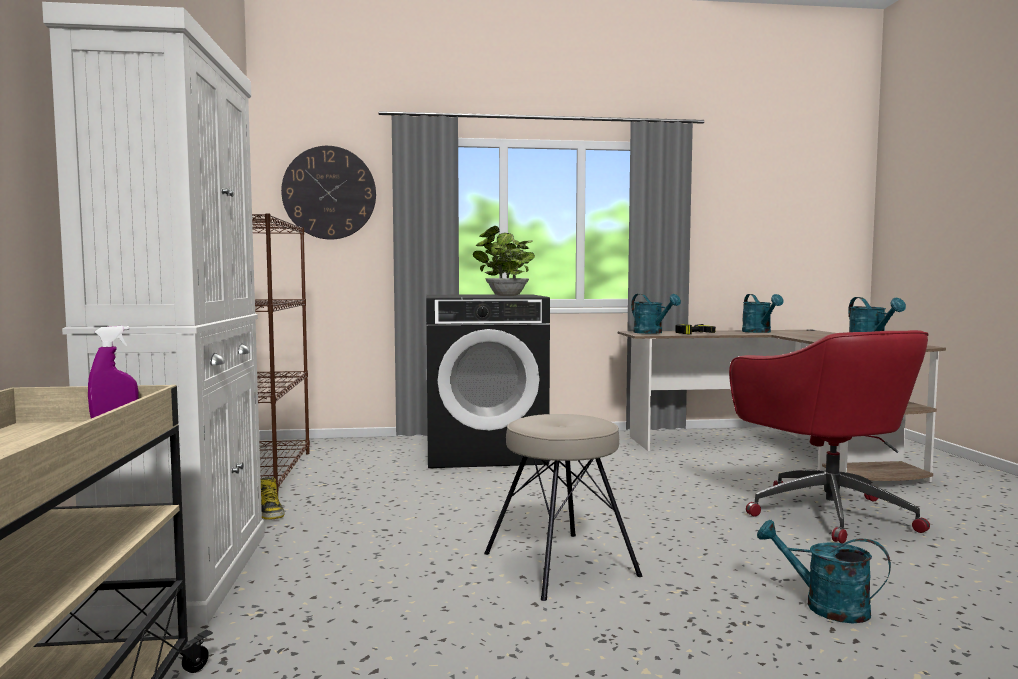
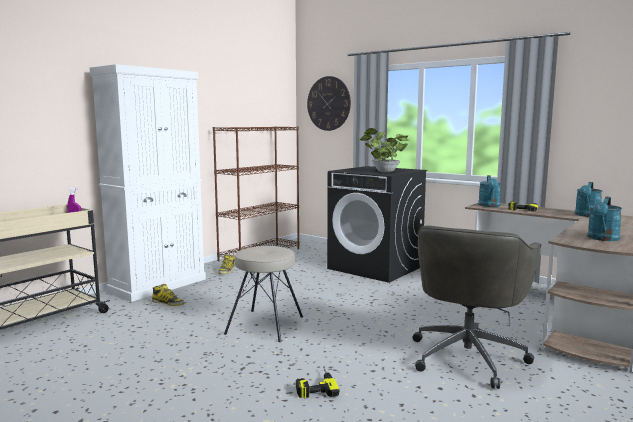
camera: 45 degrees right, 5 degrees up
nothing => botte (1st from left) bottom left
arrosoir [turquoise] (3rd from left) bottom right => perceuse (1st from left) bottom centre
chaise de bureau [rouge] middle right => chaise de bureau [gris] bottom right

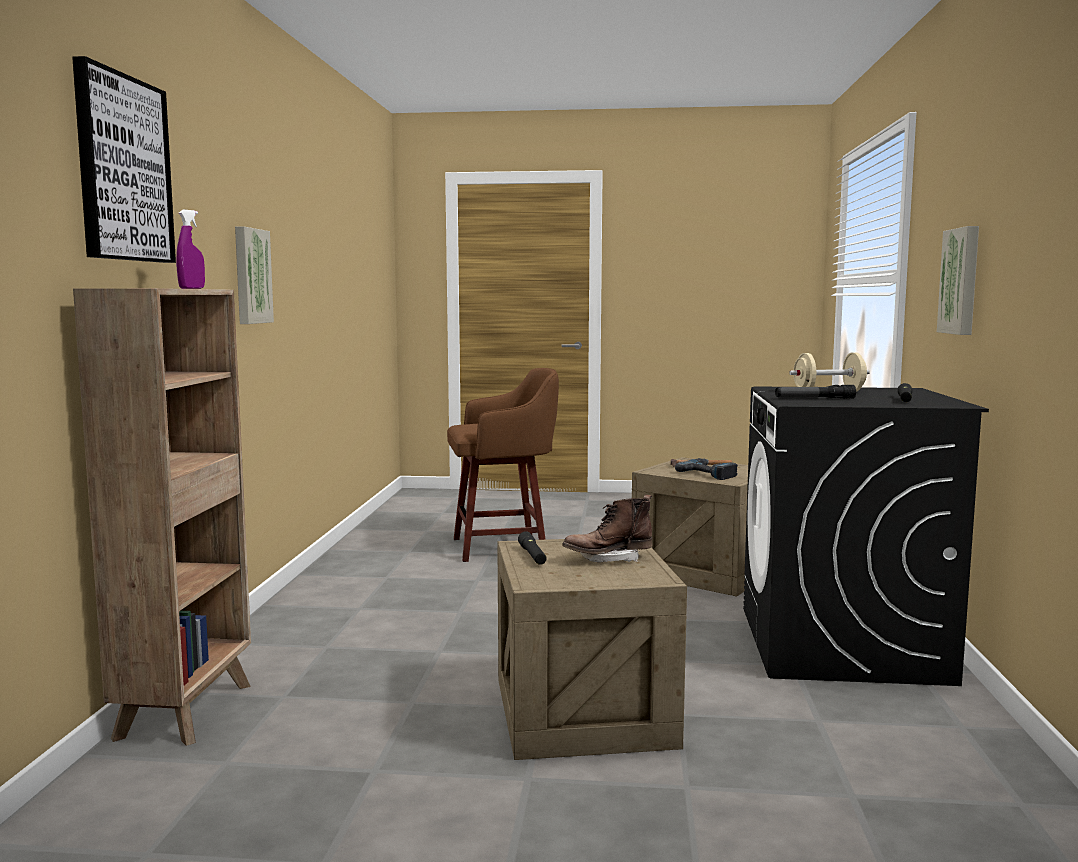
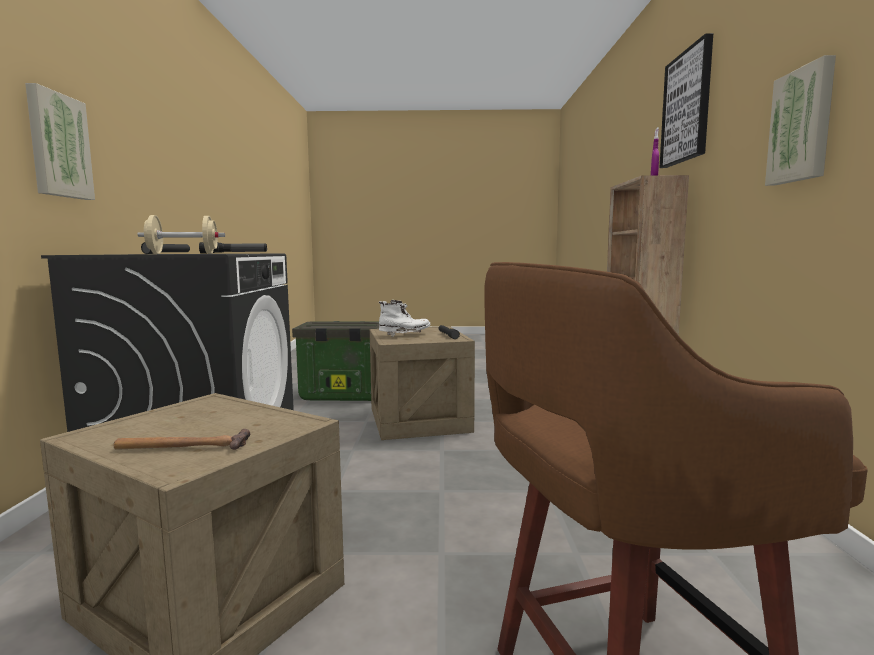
camera: 175 degrees right, 0 degrees up
nothing => boîte de rangement centre
botte [marron] centre => botte [blanc] centre
perceuse centre => nothing

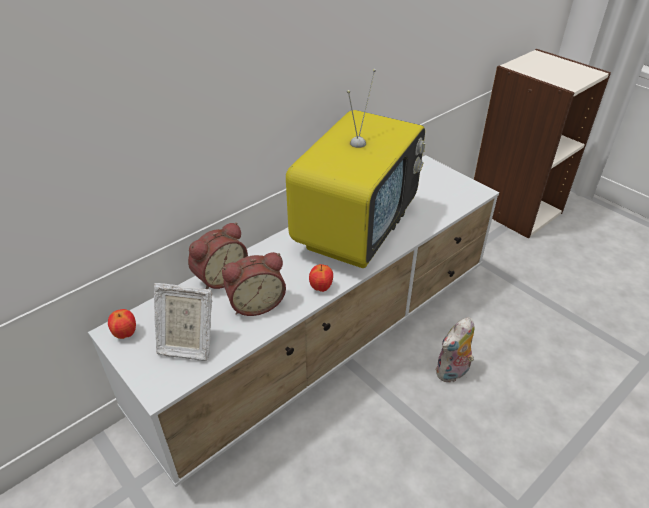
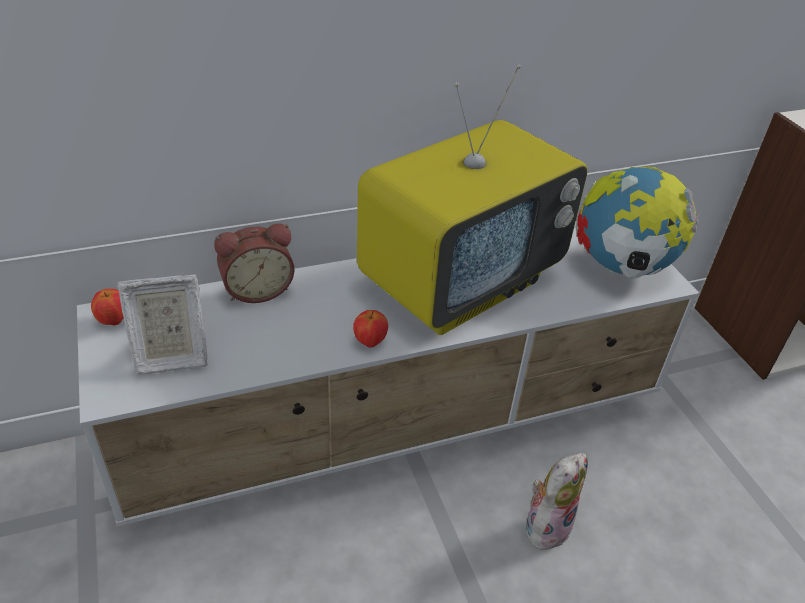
camera: 20 degrees right, 0 degrees up
cadre photo middle left, 45 degrees counterclockwise
peluche bottom right, 150 degrees clockwise
nothing => globe middle right
réveil (2nd from left) centre => nothing

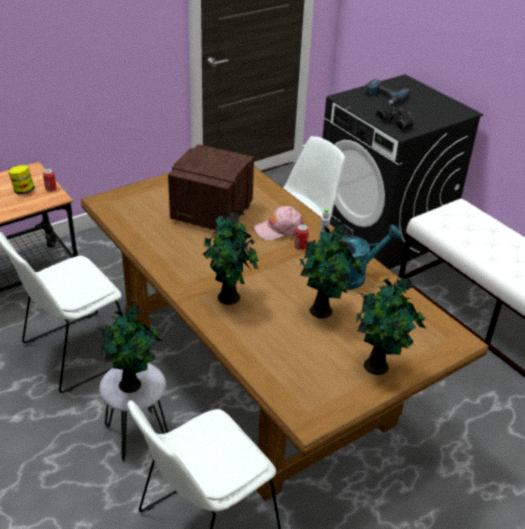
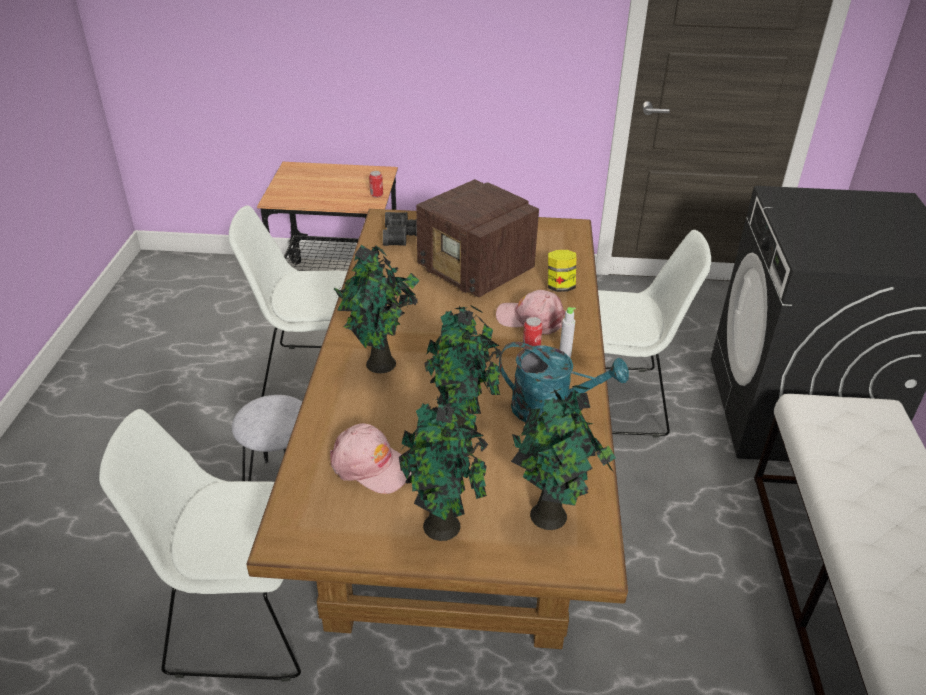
camera: 40 degrees right, 0 degrees up
nothing => casquette [rose] (1st from left) centre
jumelles [noir] top right => jumelles [noir] top centre, moved
radio centre, 105 degrees counterclockwise
plante en pot (1st from left in the first image) middle left => plante en pot (4th from left) centre, moved
bocal middle left => bocal centre, moved
perceuse top right => nothing

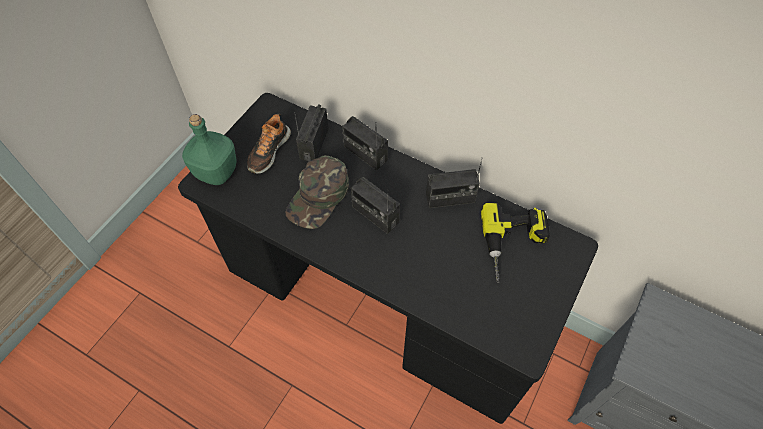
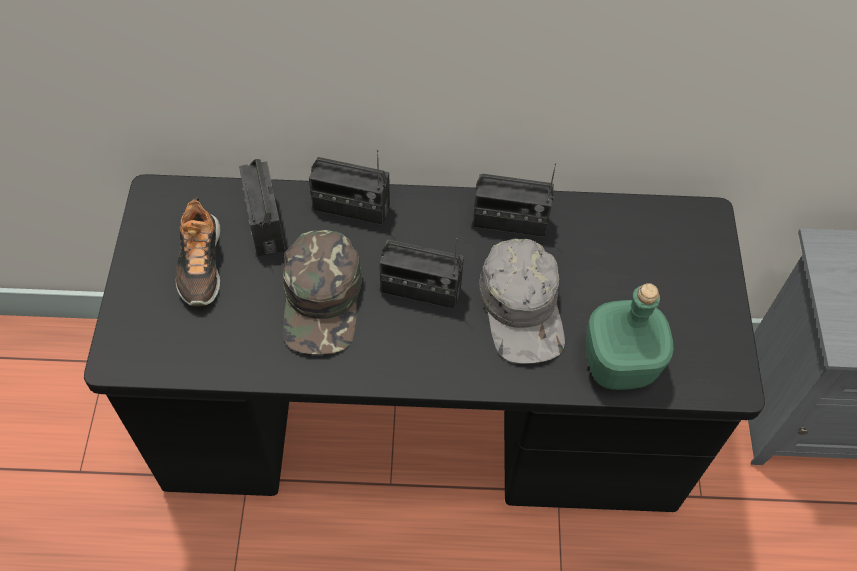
camera: 30 degrees left, 0 degrees up
radio (4th from left) centre, 45 degrees clockwise
nothing => casquette [gris] centre
bouteille [vert] middle left => bouteille [vert] middle right, moved
perceuse middle right => nothing

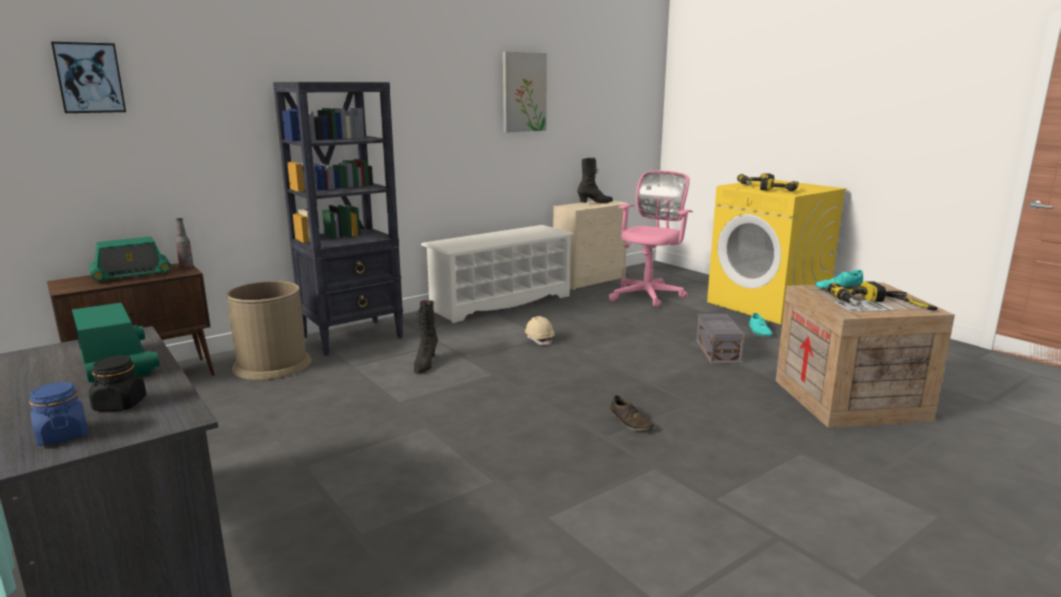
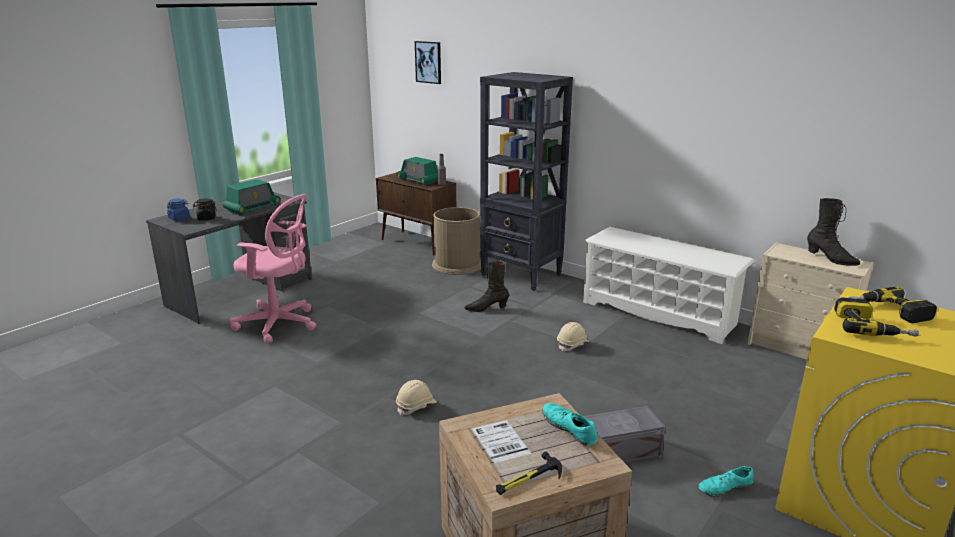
camera: 75 degrees right, 5 degrees up
chaise de bureau [rose] centre => chaise de bureau [rose] middle left, moved
chaussure [marron] bottom centre => casque de chantier [beige] (1st from left) bottom centre
tableau (2nd from left) top centre => nothing
perceuse (3rd from left) middle right => nothing

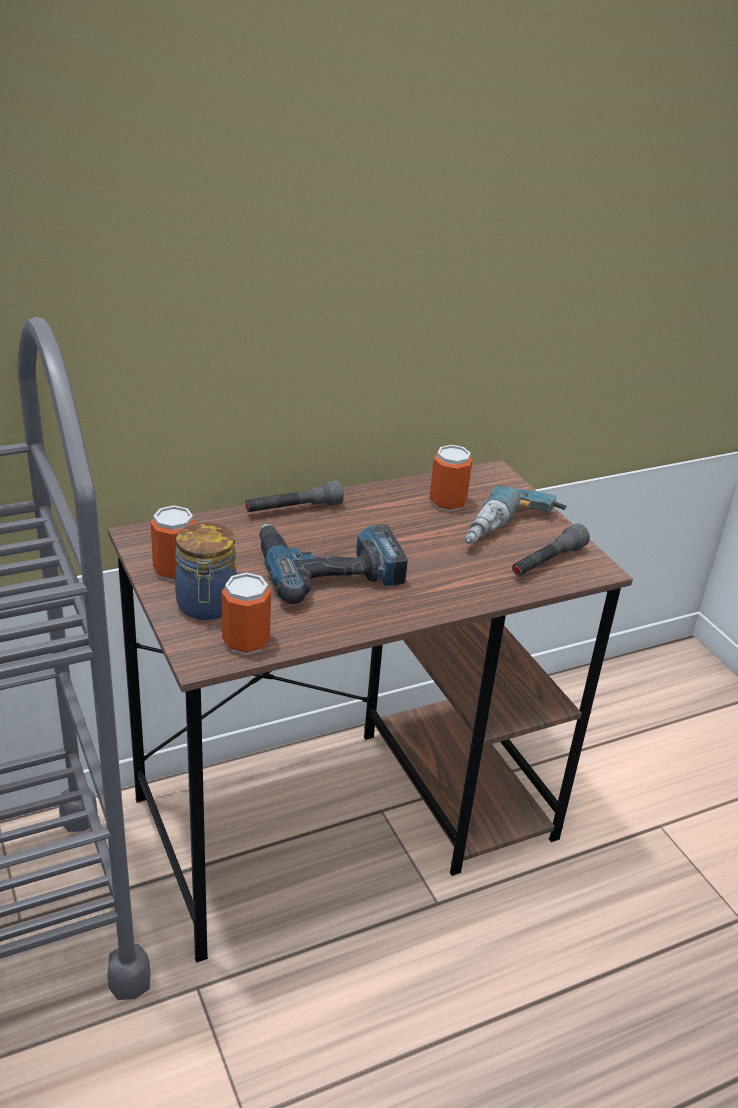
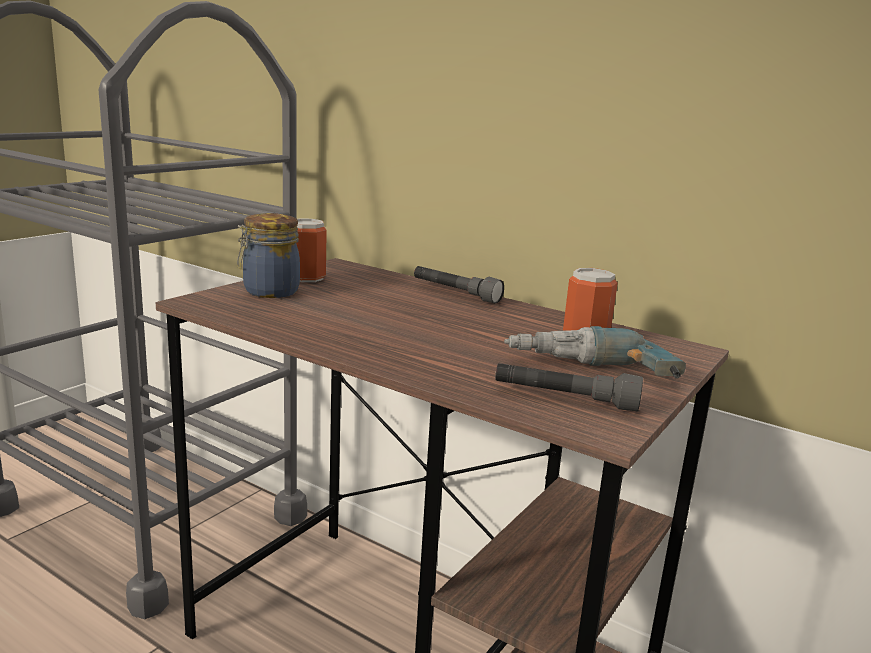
camera: 60 degrees right, 15 degrees down
boîte métallique (2nd from left) centre => nothing
perceuse (1st from left) centre => nothing

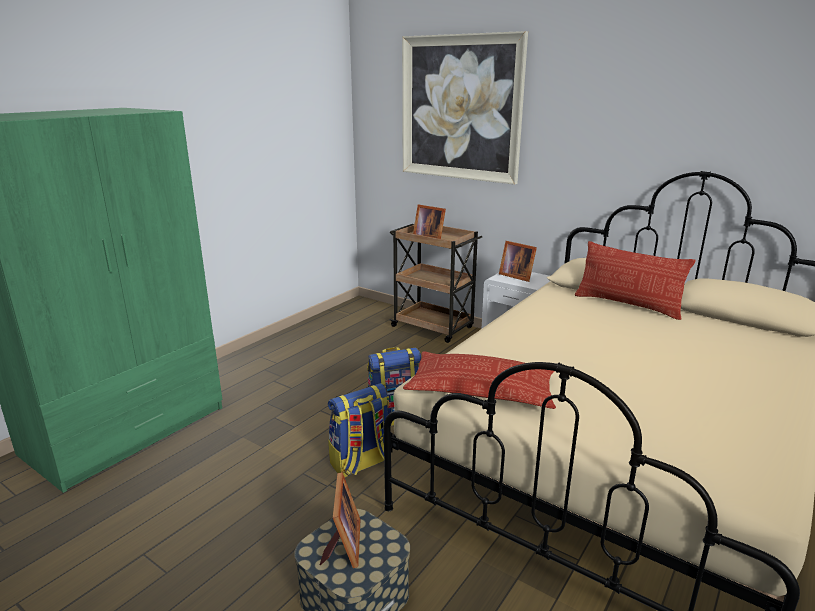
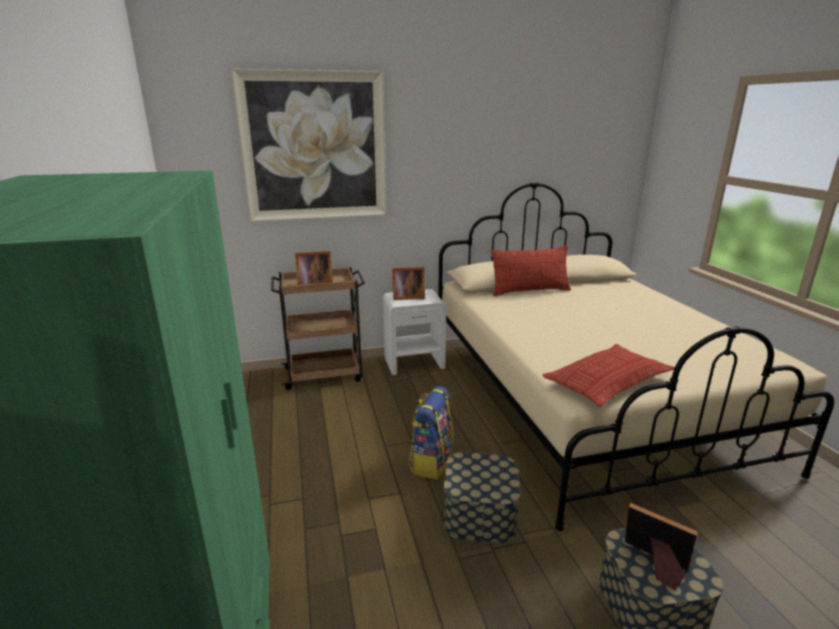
camera: 50 degrees left, 0 degrees up
sac à dos (1st from left) bottom centre => boîte de rangement (1st from left) bottom centre

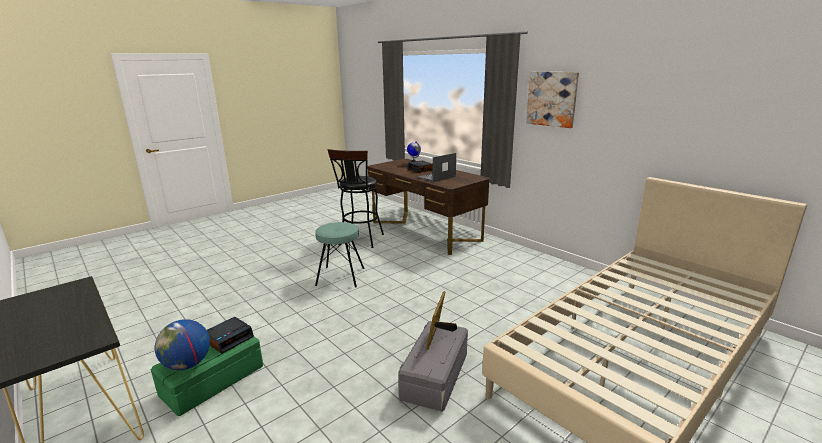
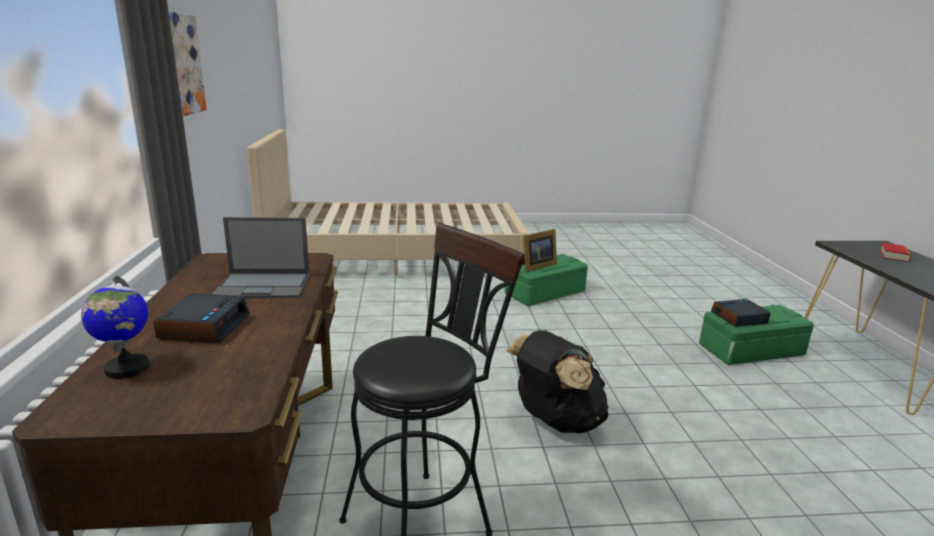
camera: 145 degrees left, 0 degrees up
boîte de rangement [gris] bottom centre => boîte de rangement [vert] (1st from left) centre
tabouret [turquoise] centre => sac à dos [noir] bottom centre
nothing => livre middle right
globe (1st from left) bottom left => nothing

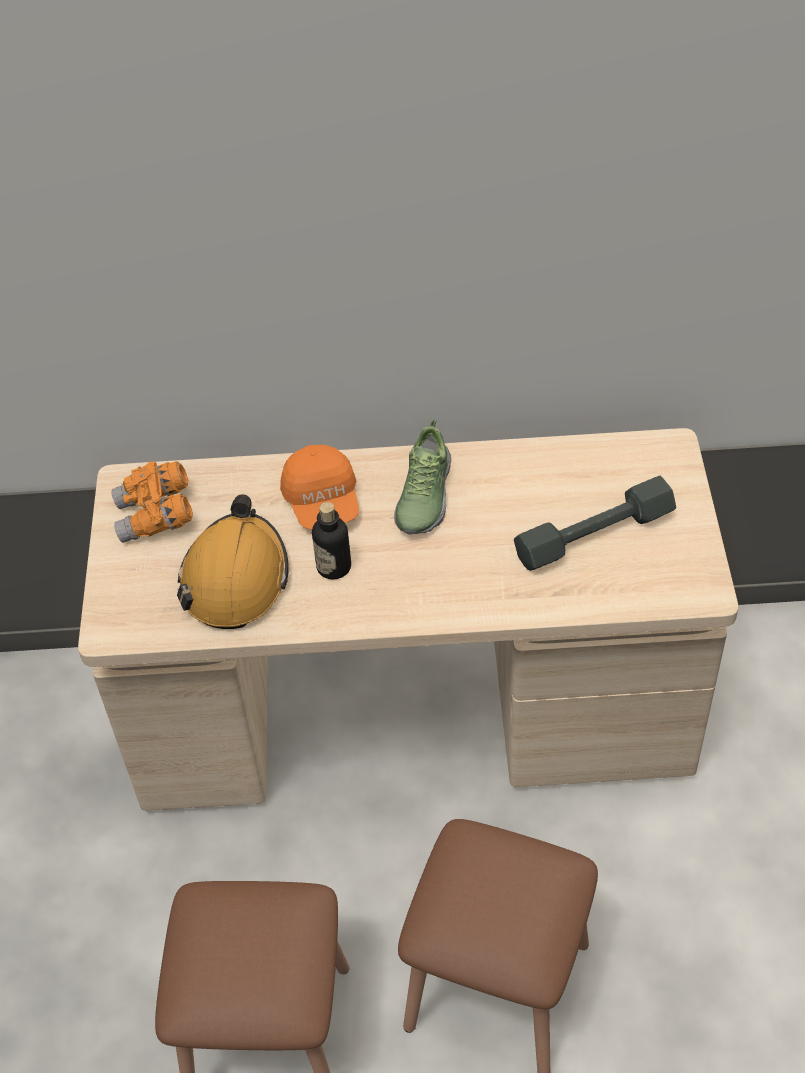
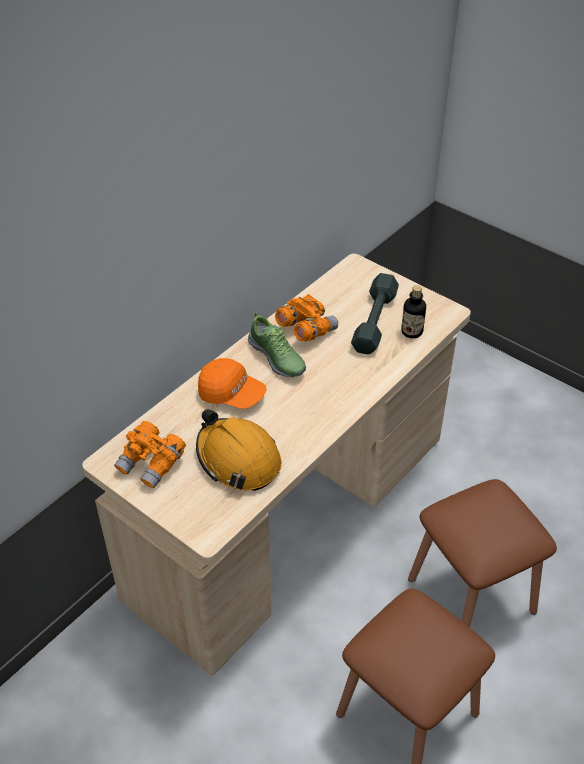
camera: 50 degrees left, 5 degrees down
nothing => jumelles [orange] (2nd from left) centre
bouteille centre => bouteille middle right, moved

